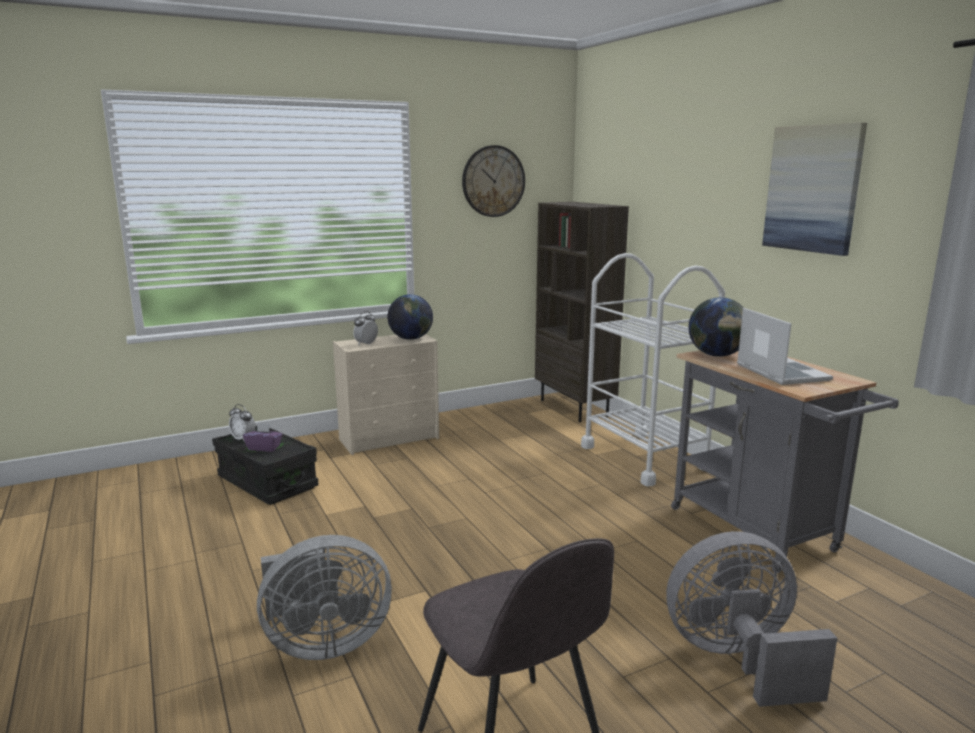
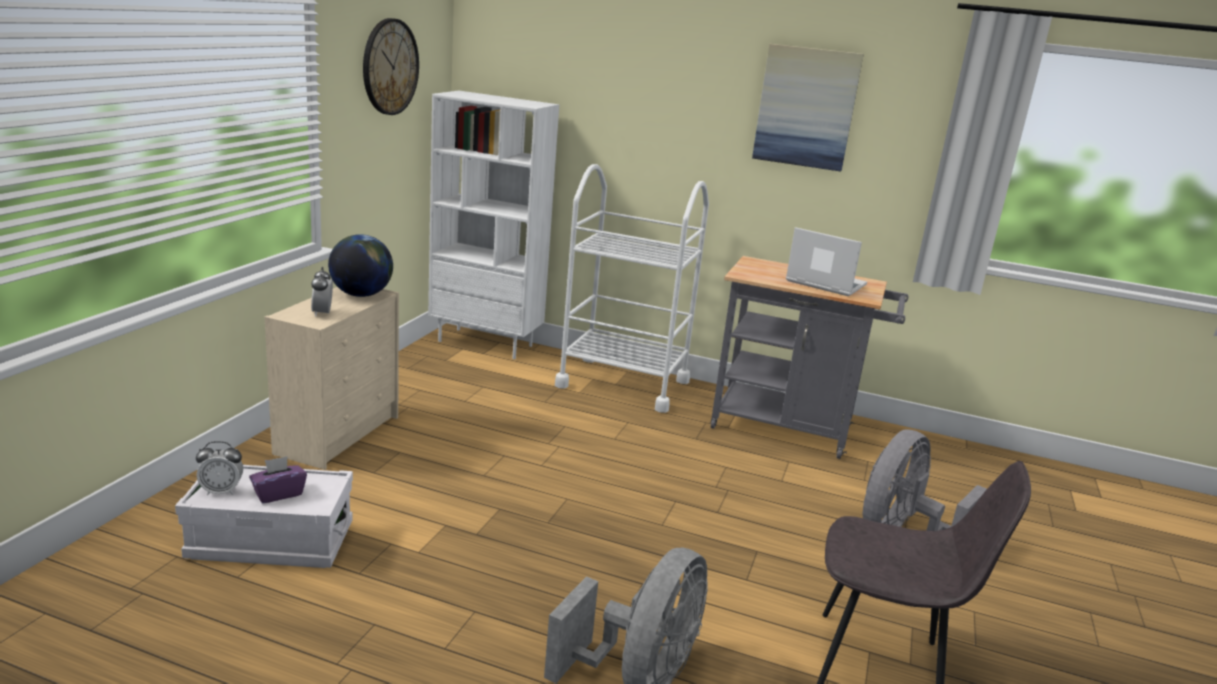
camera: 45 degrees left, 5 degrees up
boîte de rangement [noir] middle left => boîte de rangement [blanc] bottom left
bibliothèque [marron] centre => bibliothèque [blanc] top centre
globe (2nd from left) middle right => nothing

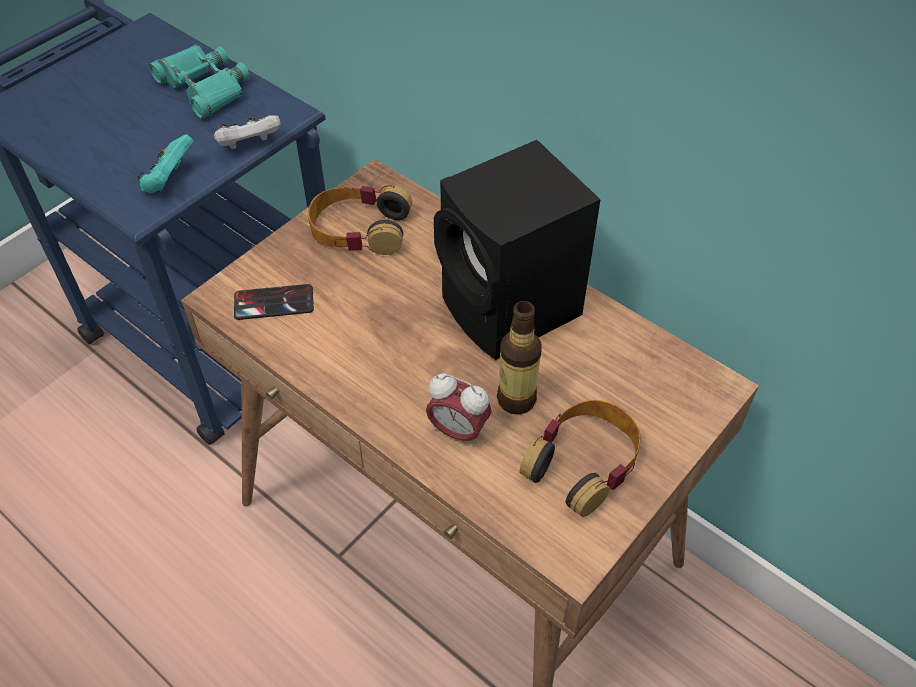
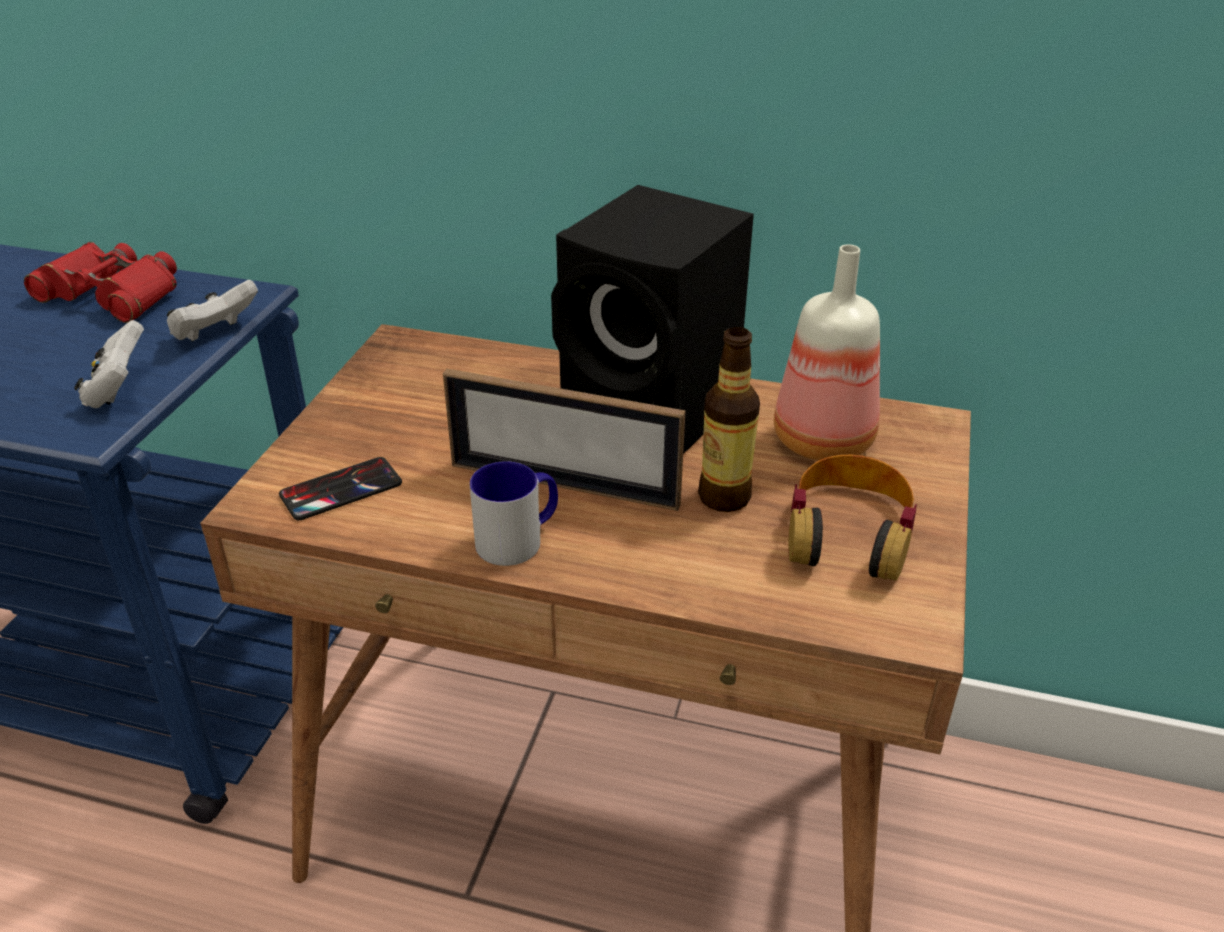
camera: 25 degrees left, 15 degrees down
jumelles [turquoise] top left => jumelles [rouge] top left
manette [turquoise] top left => manette [blanc] (1st from left) middle left
nothing => cadre photo centre
nothing => mug centre
nothing => bouteille (2nd from left) middle right
casque audio (1st from left) top centre => nothing
réveil centre => nothing

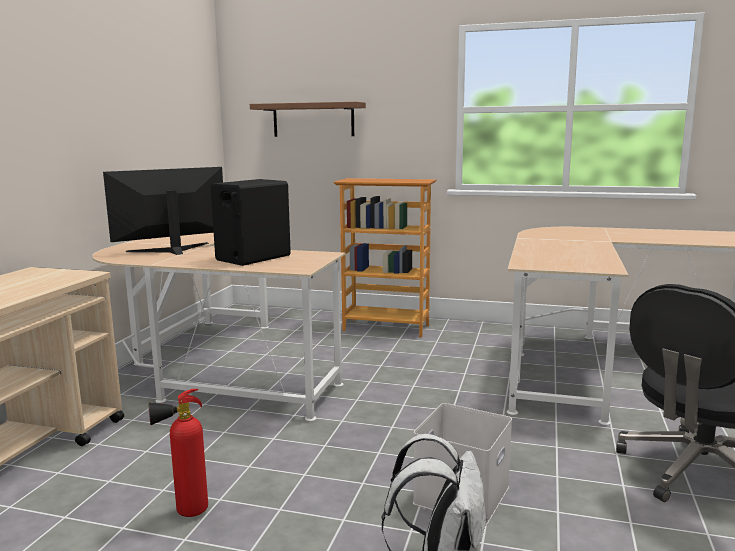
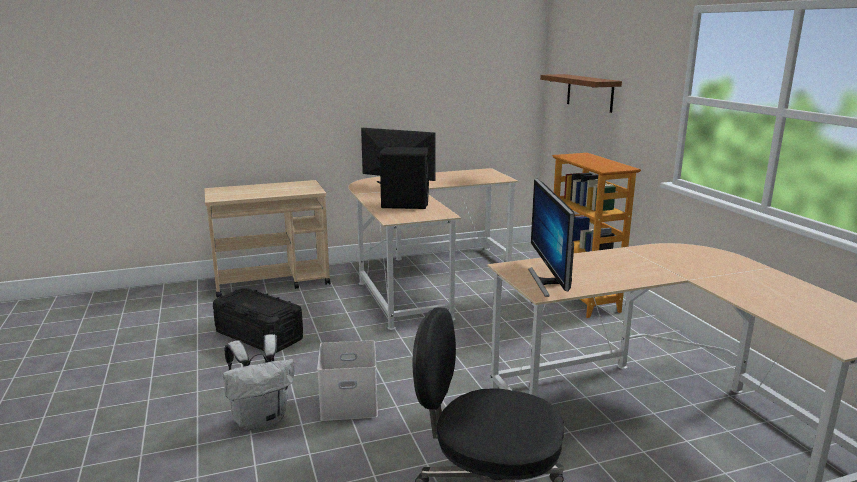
camera: 55 degrees right, 5 degrees up
extincteur bottom left => boîte de rangement [noir] middle left
nothing => écran d'ordinateur (2nd from left) centre

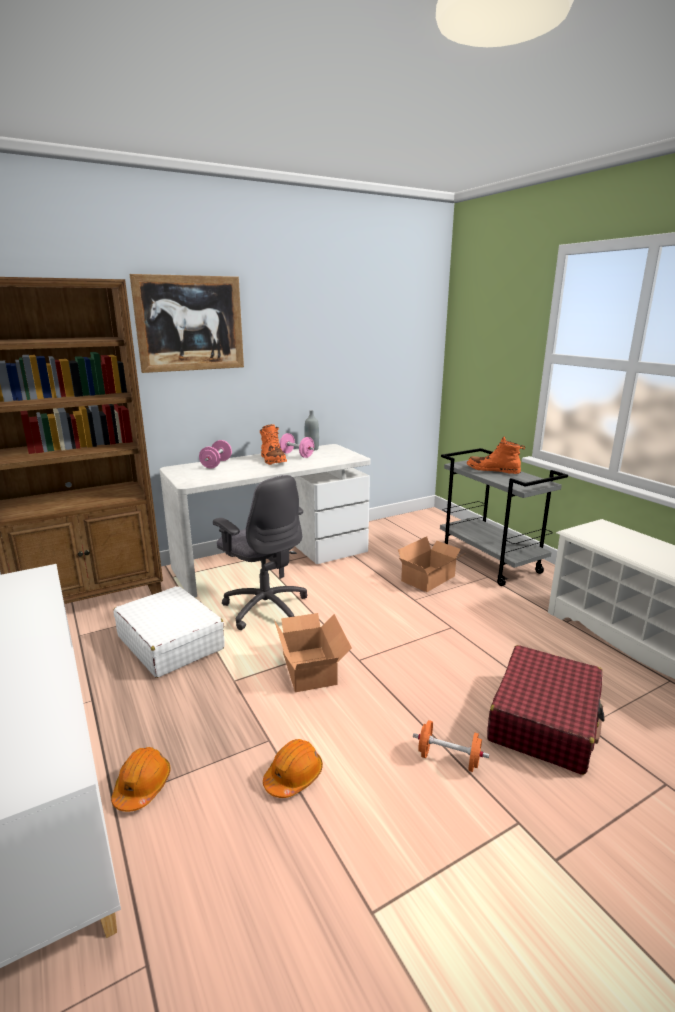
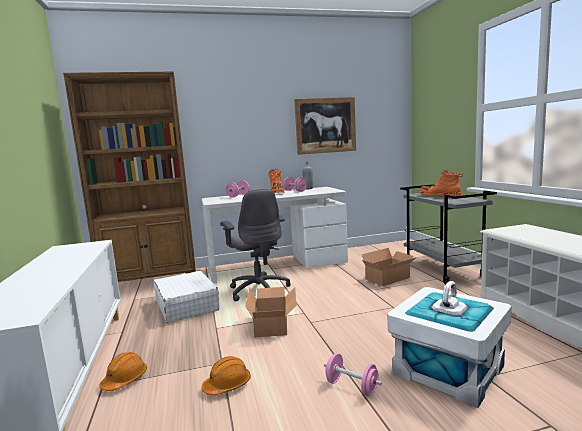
camera: 15 degrees right, 10 degrees down
tableau top left => tableau top centre, moved
haltère [orange] bottom right => haltère [rose] (3rd from left) bottom centre
valise [rouge] bottom right => boîte de rangement [blanc] bottom right

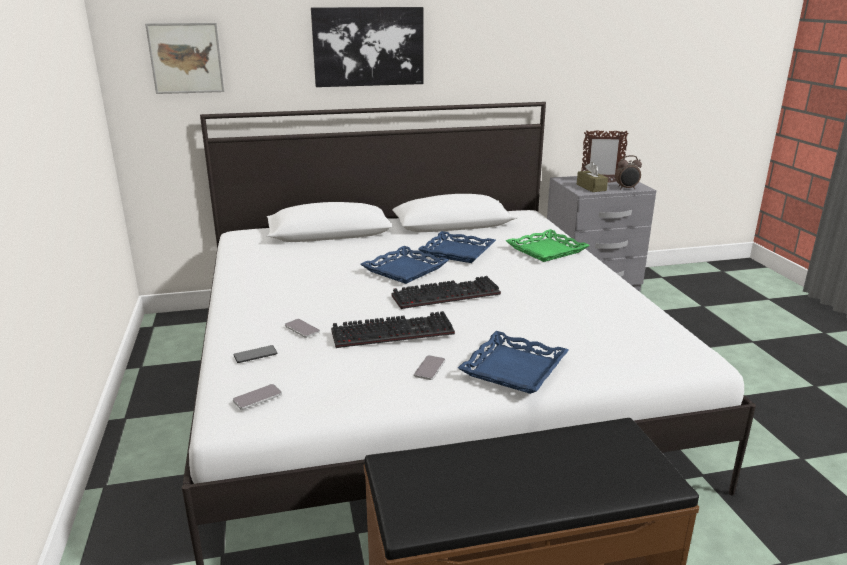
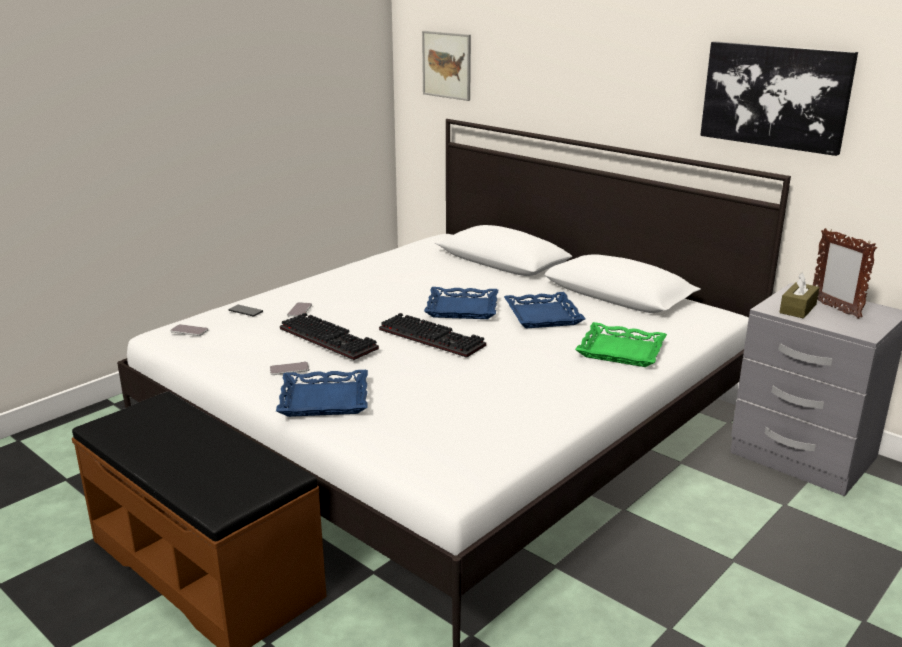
camera: 55 degrees right, 0 degrees up
tableau (2nd from left) top centre => tableau (2nd from left) top right, moved
réveil top right => nothing

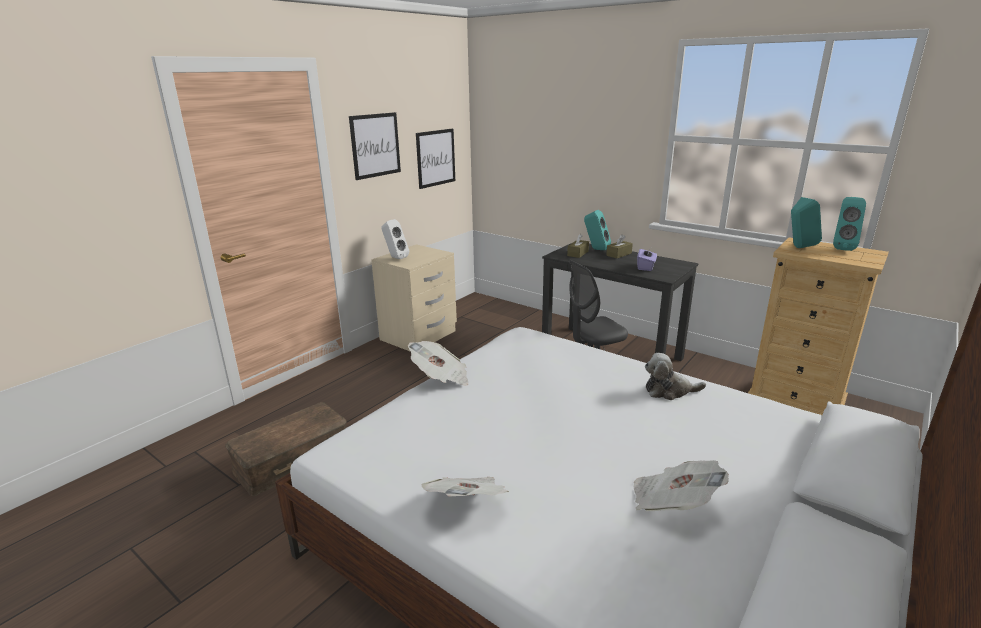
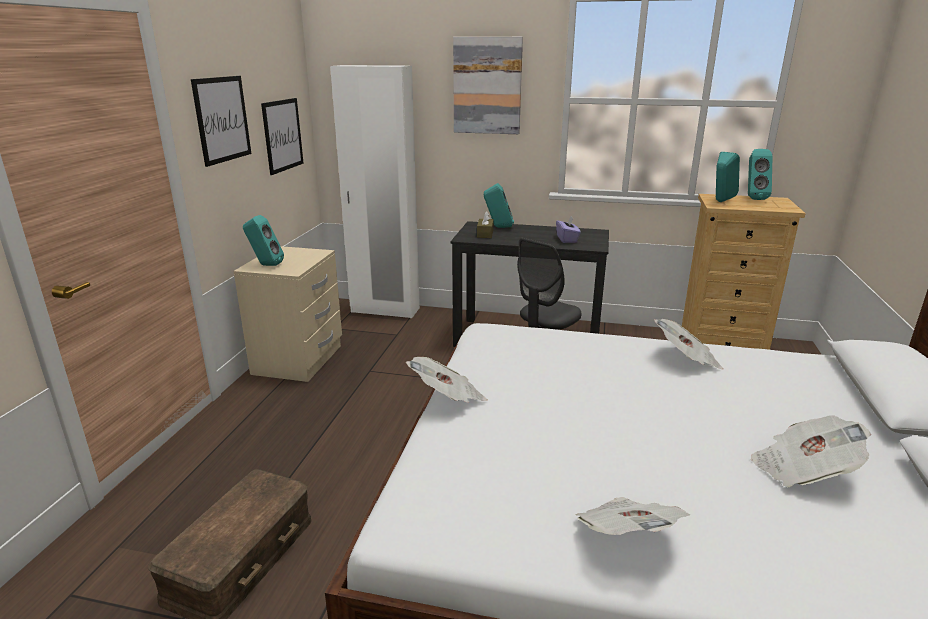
camera: 25 degrees left, 0 degrees up
enceinte [blanc] centre => enceinte [turquoise] (1st from left) middle left
nothing => armoire [blanc] top centre
nothing => tableau (3rd from left) top centre
peluche middle right => journal (3rd from left) middle right
boîte à mouchoirs [marron] (2nd from left) centre => nothing

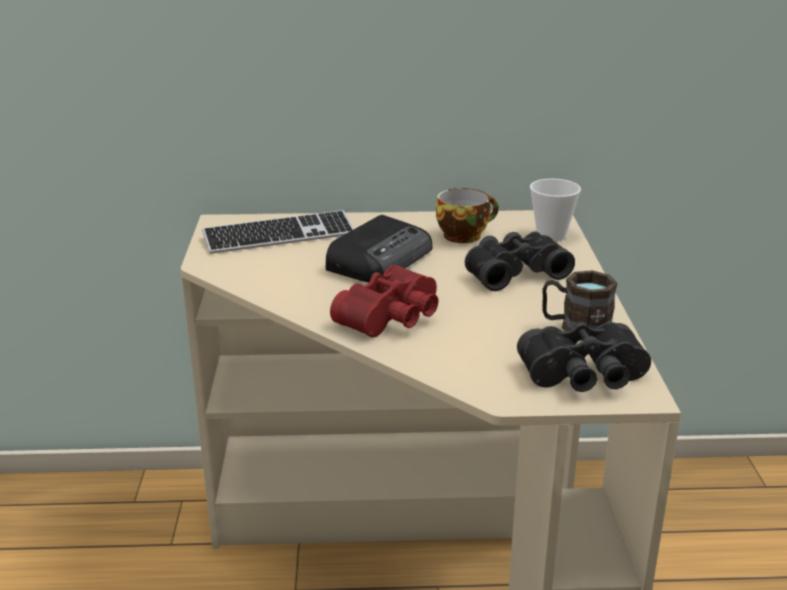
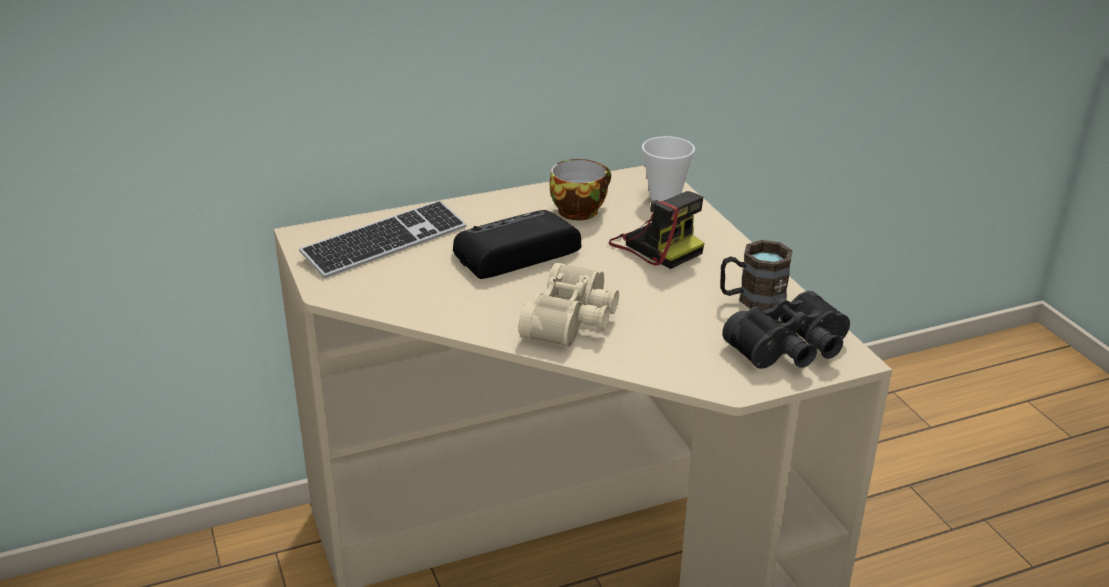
camera: 20 degrees left, 5 degrees up
radio centre, 135 degrees counterclockwise
jumelles [rouge] centre => jumelles [beige] centre
jumelles [noir] (1st from left) centre => appareil photo centre

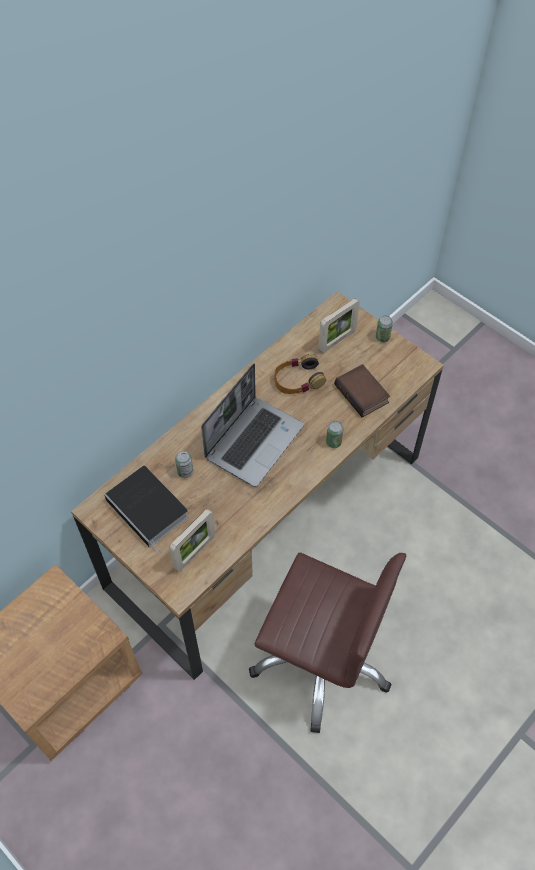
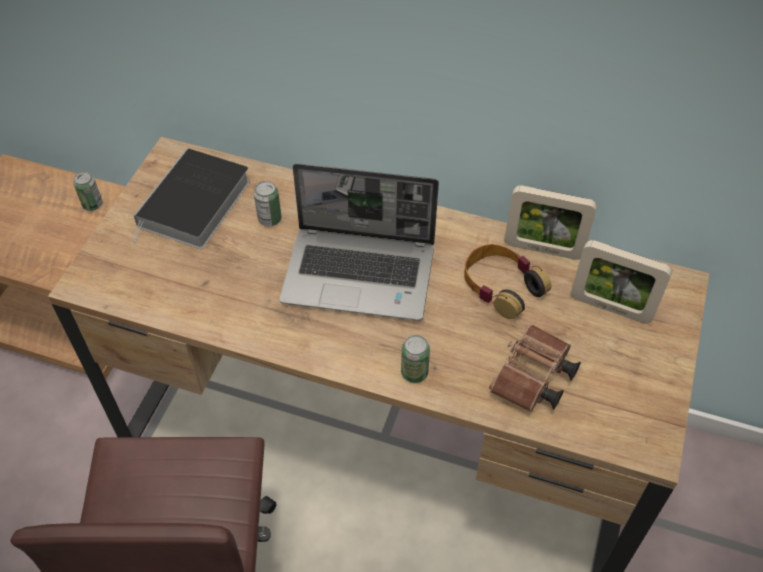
camera: 65 degrees right, 5 degrees down
boîte métallique (3rd from left in the first image) middle right => boîte métallique (1st from left) middle left, moved
livre (2nd from left) middle right => jumelles [marron] middle right
cadre photo (1st from left) centre => cadre photo (1st from left) middle right, moved

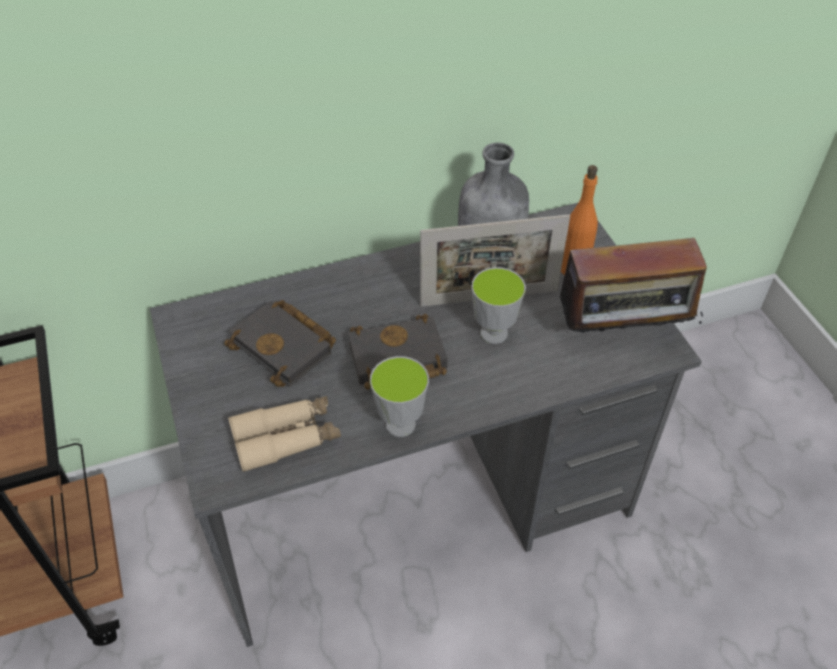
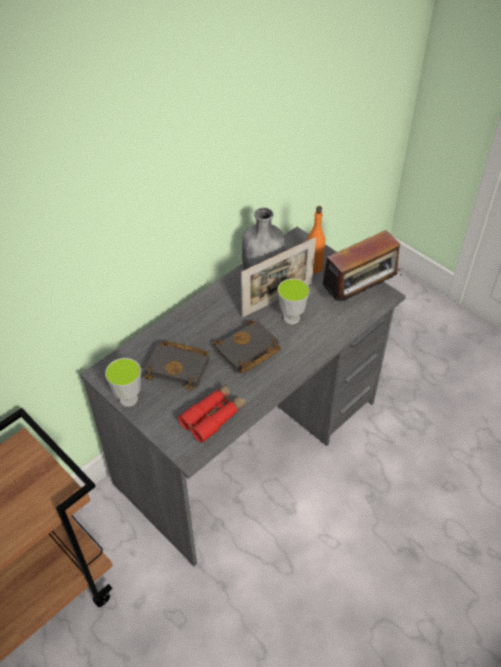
camera: 25 degrees left, 0 degrees up
tasse (1st from left) centre => tasse (1st from left) middle left, moved
jumelles [beige] centre => jumelles [rouge] centre

